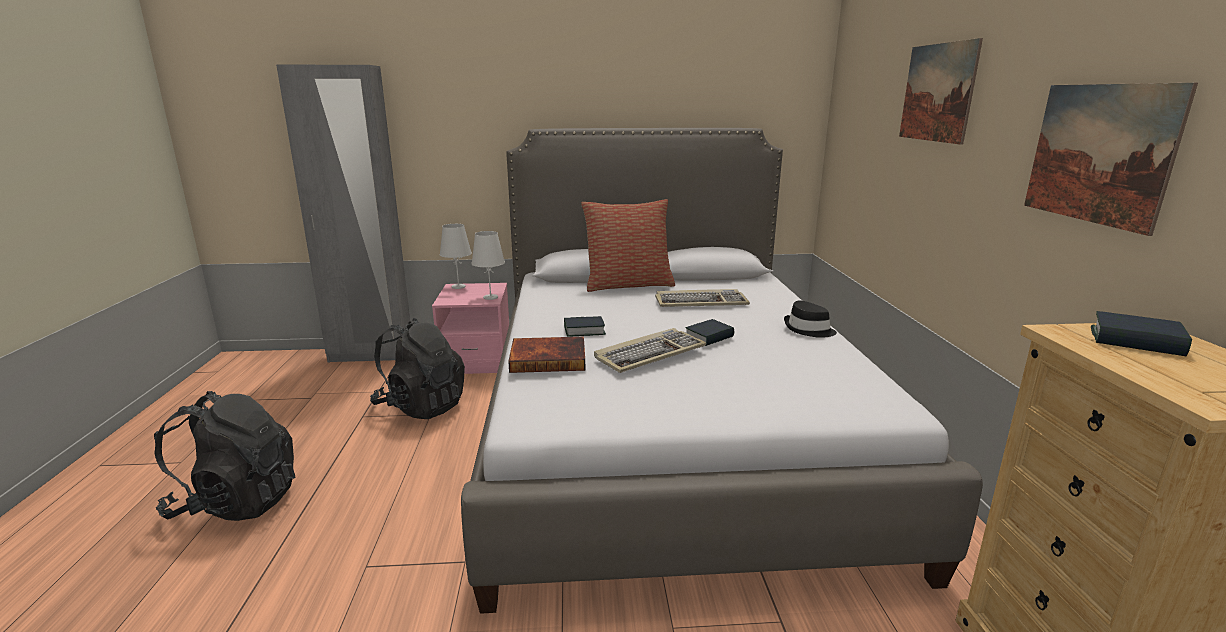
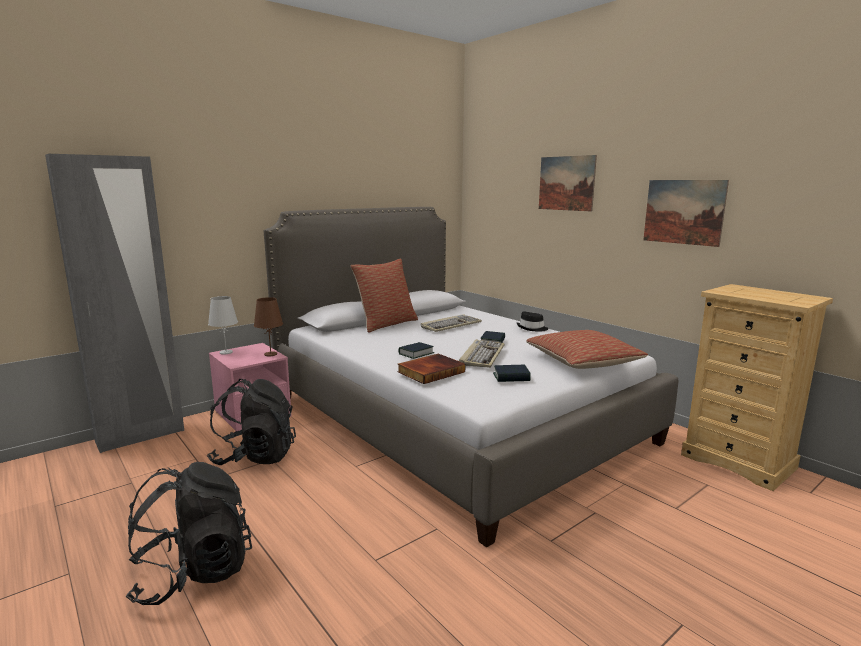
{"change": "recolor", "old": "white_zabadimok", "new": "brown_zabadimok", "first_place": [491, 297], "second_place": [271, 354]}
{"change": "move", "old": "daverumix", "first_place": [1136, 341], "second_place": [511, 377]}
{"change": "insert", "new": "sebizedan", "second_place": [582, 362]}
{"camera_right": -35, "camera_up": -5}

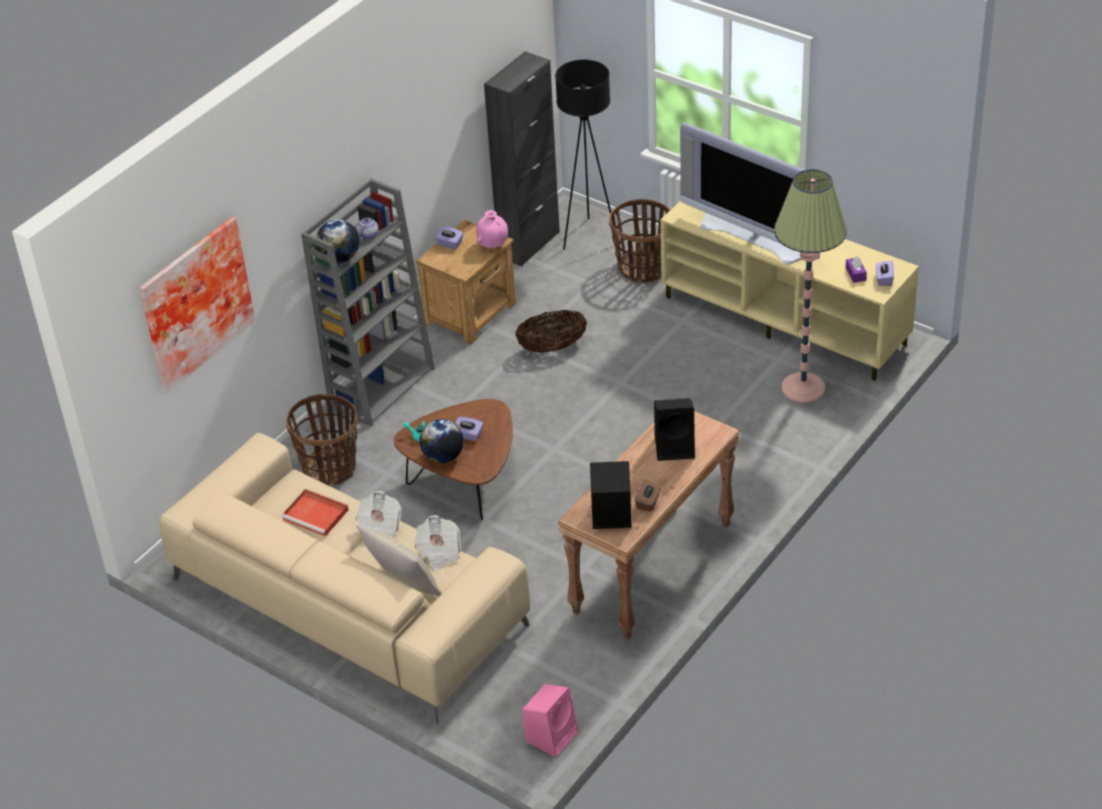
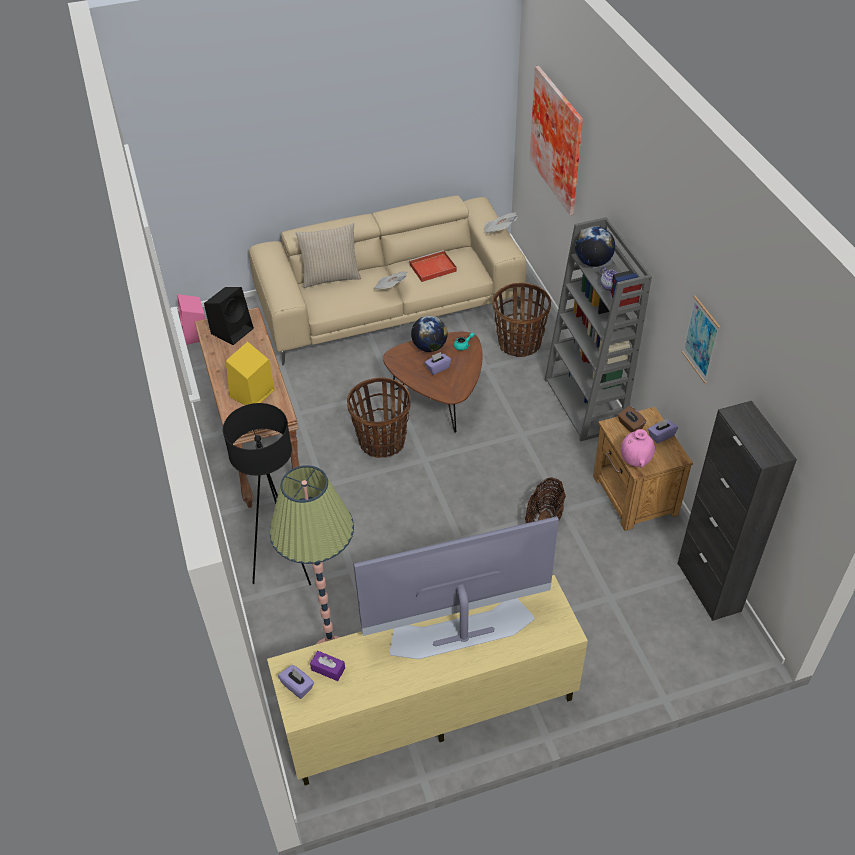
{"change": "move", "old": "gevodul", "first_place": [439, 552], "second_place": [499, 230]}
{"change": "move", "old": "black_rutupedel", "first_place": [589, 237], "second_place": [284, 568]}
{"change": "move", "old": "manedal", "first_place": [642, 268], "second_place": [382, 442]}
{"change": "move", "old": "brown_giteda", "first_place": [648, 502], "second_place": [630, 425]}
{"change": "recolor", "old": "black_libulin", "new": "yellow_libulin", "first_place": [675, 446], "second_place": [251, 394]}
{"change": "insert", "new": "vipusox", "second_place": [701, 339]}
{"camera_right": 125, "camera_up": 5}

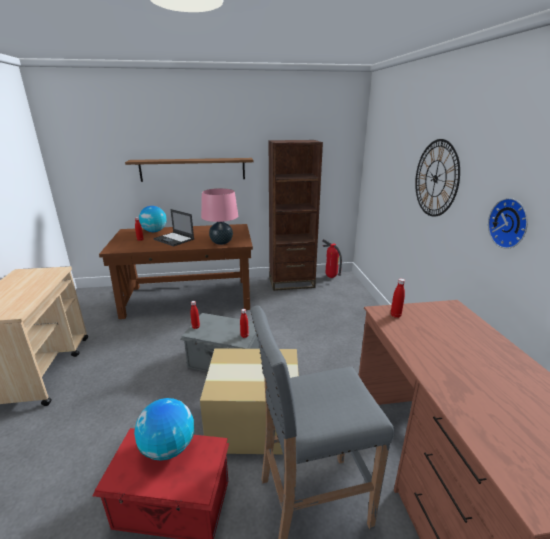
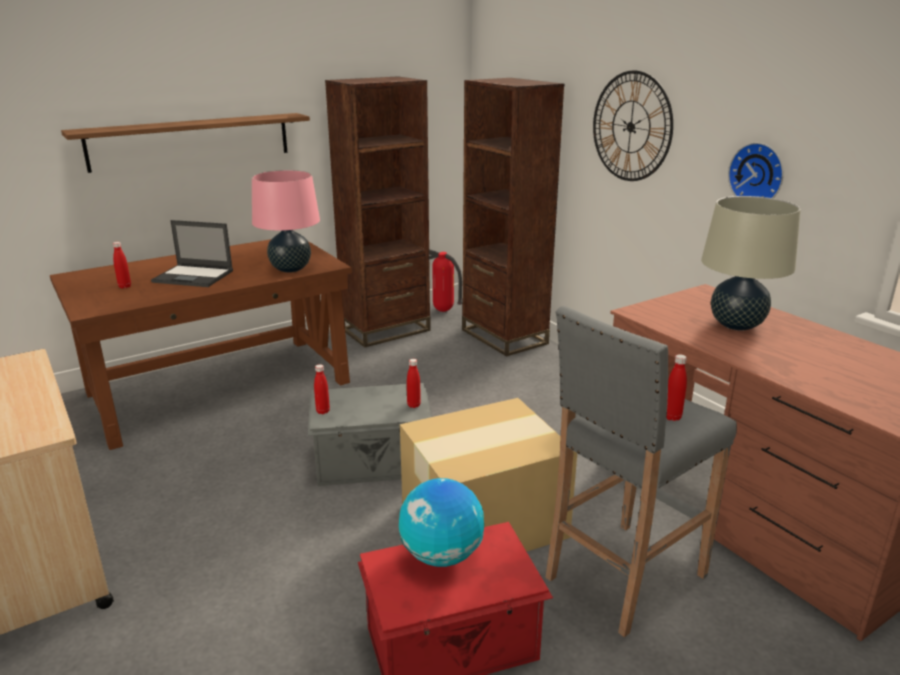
{"change": "delete", "old": "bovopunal", "first_place": [154, 231]}
{"change": "move", "old": "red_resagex", "first_place": [395, 315], "second_place": [672, 417]}
{"change": "insert", "new": "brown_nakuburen", "second_place": [504, 337]}
{"change": "insert", "new": "beige_zabadimok", "second_place": [736, 325]}
{"camera_right": -25, "camera_up": 0}

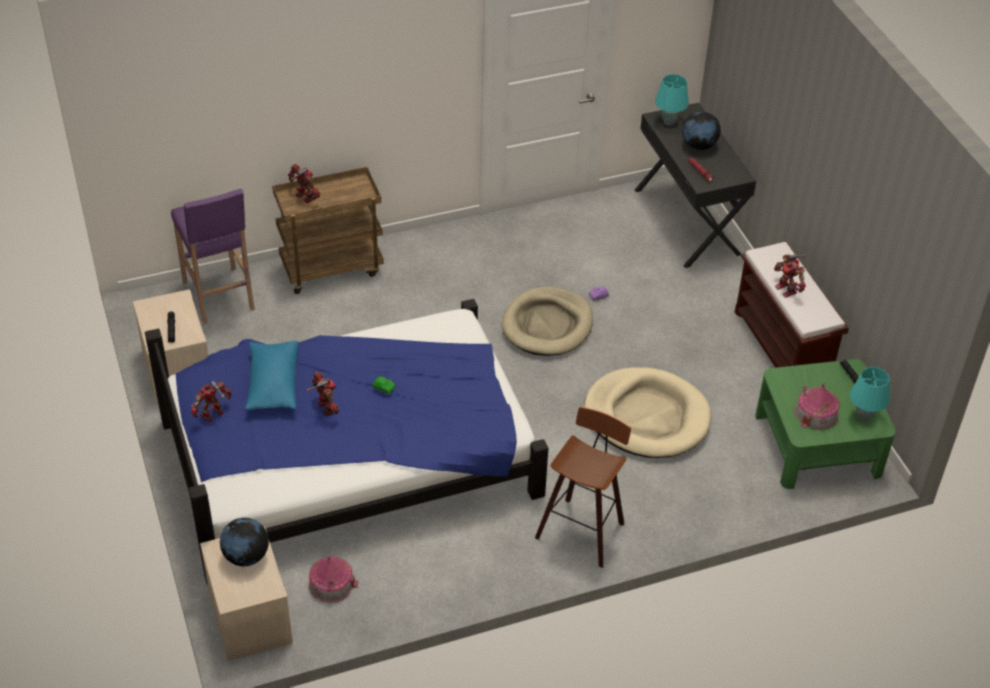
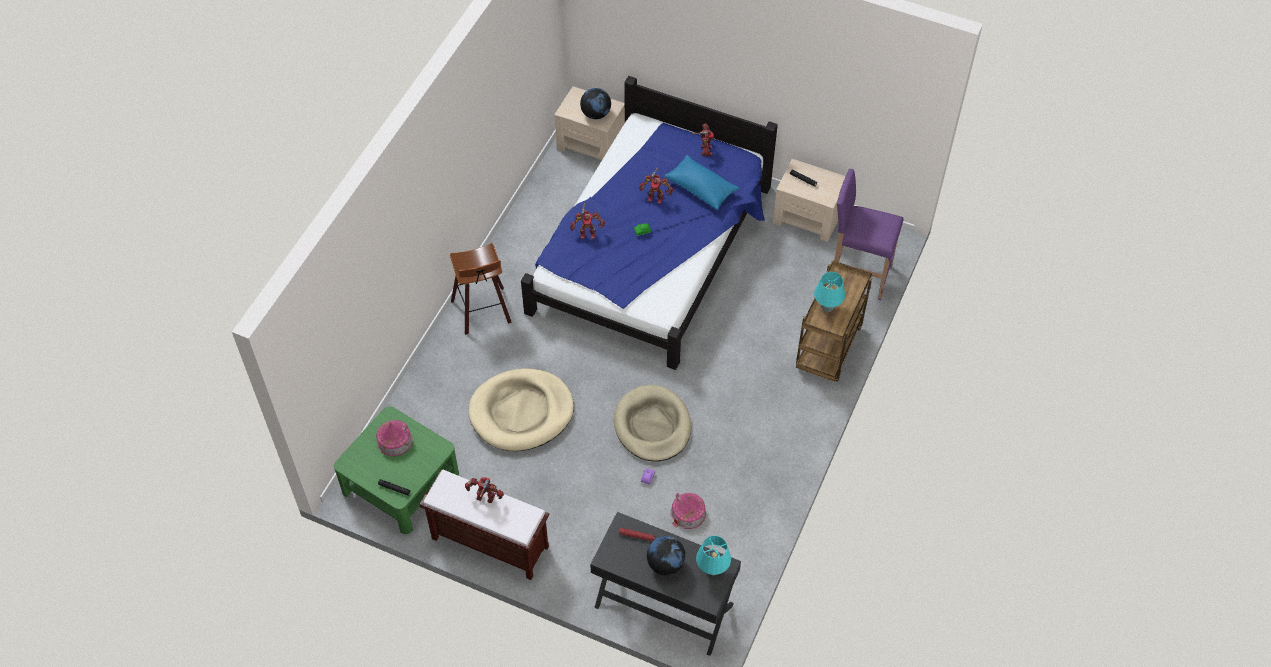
{"change": "move", "old": "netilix", "first_place": [305, 197], "second_place": [587, 233]}
{"change": "move", "old": "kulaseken", "first_place": [331, 583], "second_place": [688, 513]}
{"change": "move", "old": "turquoise_zabadimok", "first_place": [864, 417], "second_place": [827, 307]}
{"camera_right": 135, "camera_up": 10}

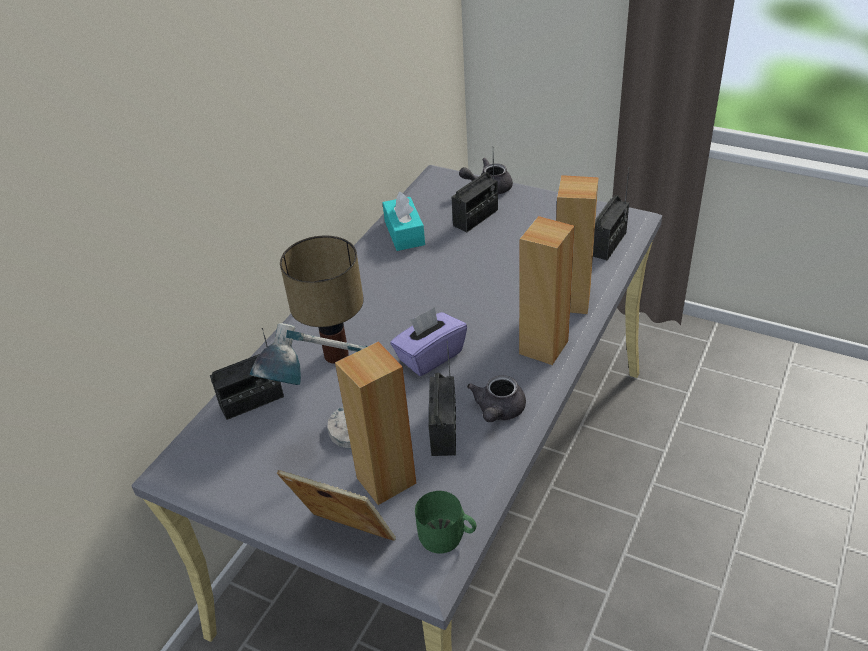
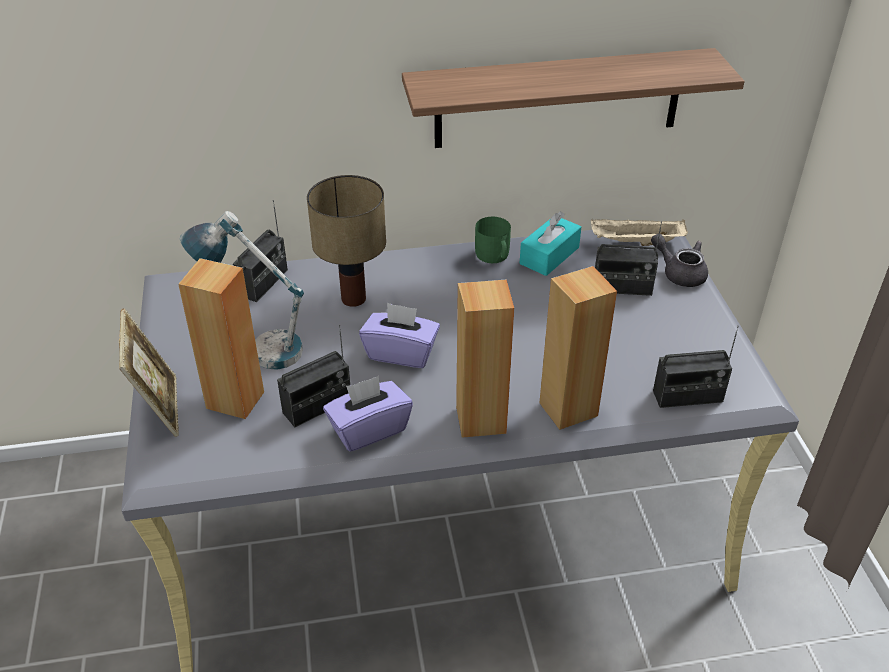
{"change": "rotate", "old": "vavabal", "first_place": [252, 401], "second_place": [263, 283], "degrees": -90}
{"change": "move", "old": "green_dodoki", "first_place": [447, 537], "second_place": [493, 256]}
{"change": "replace", "old": "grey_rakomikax", "new": "purple_giteda", "first_place": [498, 411], "second_place": [368, 429]}
{"change": "insert", "new": "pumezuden", "second_place": [558, 98]}
{"change": "insert", "new": "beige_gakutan", "second_place": [635, 243]}
{"camera_right": 50, "camera_up": 0}

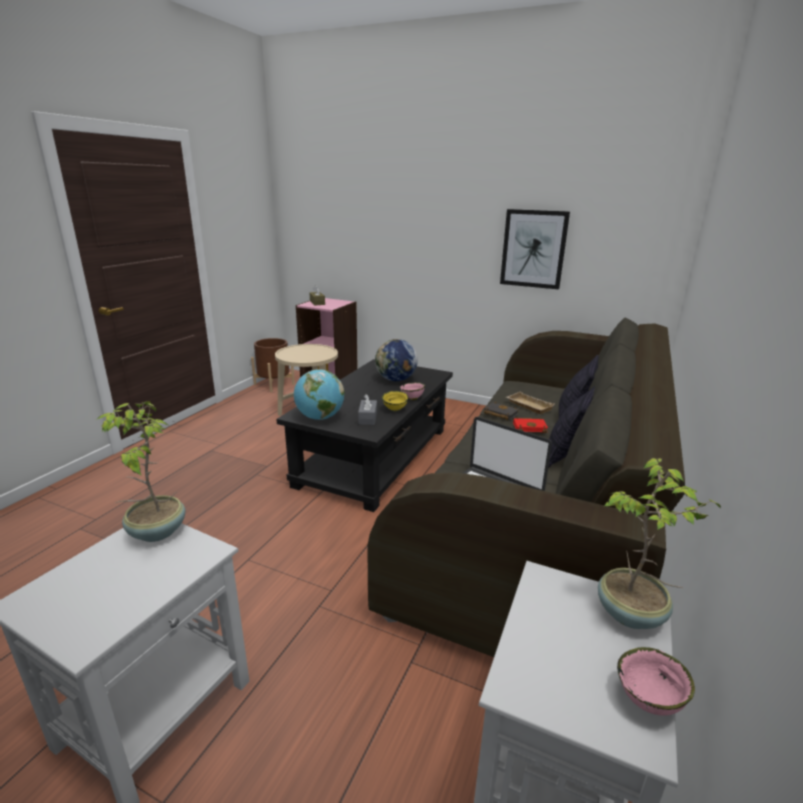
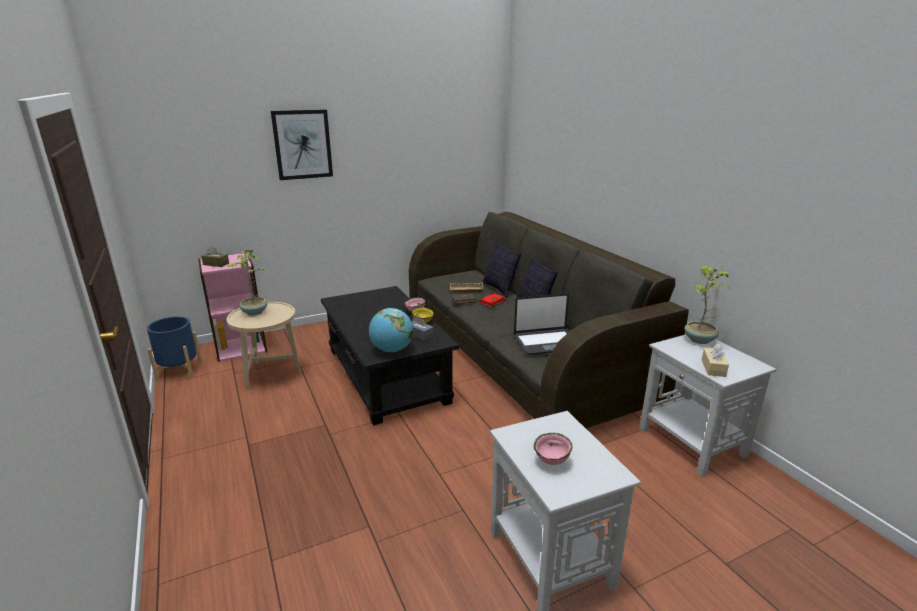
{"change": "move", "old": "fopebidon", "first_place": [156, 532], "second_place": [254, 312]}
{"change": "recolor", "old": "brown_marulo", "new": "blue_marulo", "first_place": [274, 384], "second_place": [179, 370]}
{"change": "delete", "old": "bovopunal", "first_place": [396, 380]}
{"change": "move", "old": "vipusox", "first_place": [533, 249], "second_place": [302, 144]}
{"change": "move", "old": "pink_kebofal", "first_place": [649, 702], "second_place": [552, 461]}
{"change": "insert", "new": "beige_giteda", "second_place": [713, 368]}
{"camera_right": -50, "camera_up": 0}

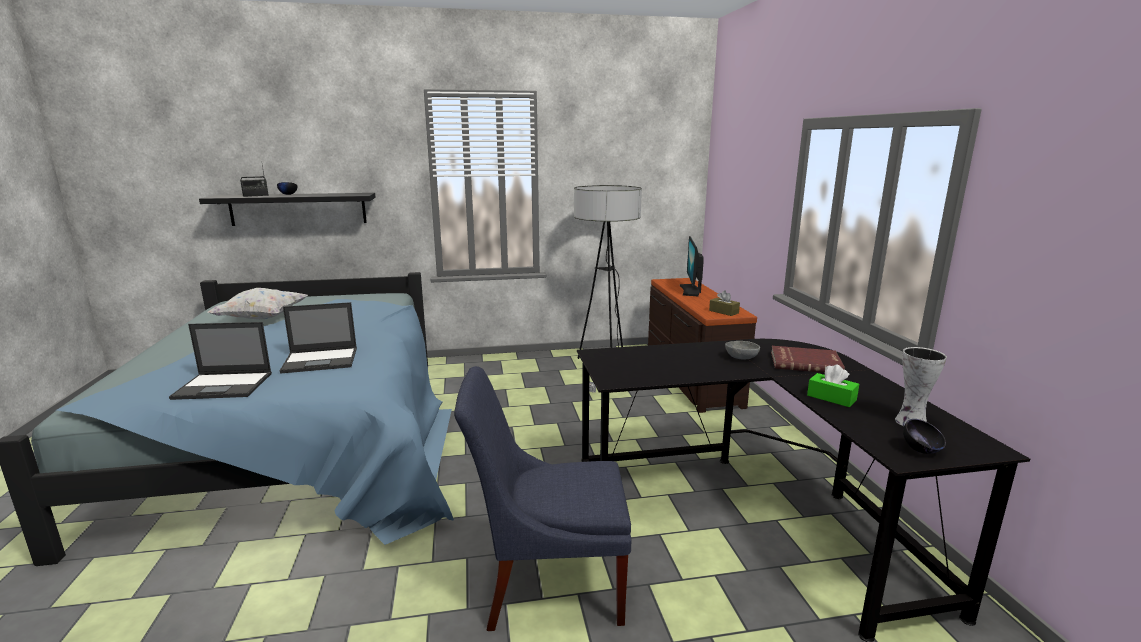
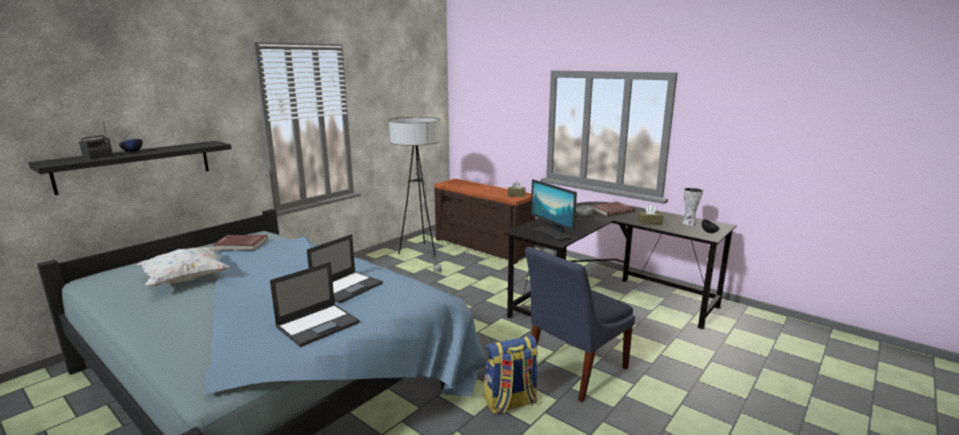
{"change": "move", "old": "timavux", "first_place": [690, 290], "second_place": [552, 234]}
{"change": "recolor", "old": "green_giteda", "new": "brown_giteda", "first_place": [831, 398], "second_place": [649, 222]}
{"change": "insert", "new": "red_daverumix", "second_place": [240, 244]}
{"change": "insert", "new": "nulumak", "second_place": [510, 403]}
{"camera_right": -40, "camera_up": 0}

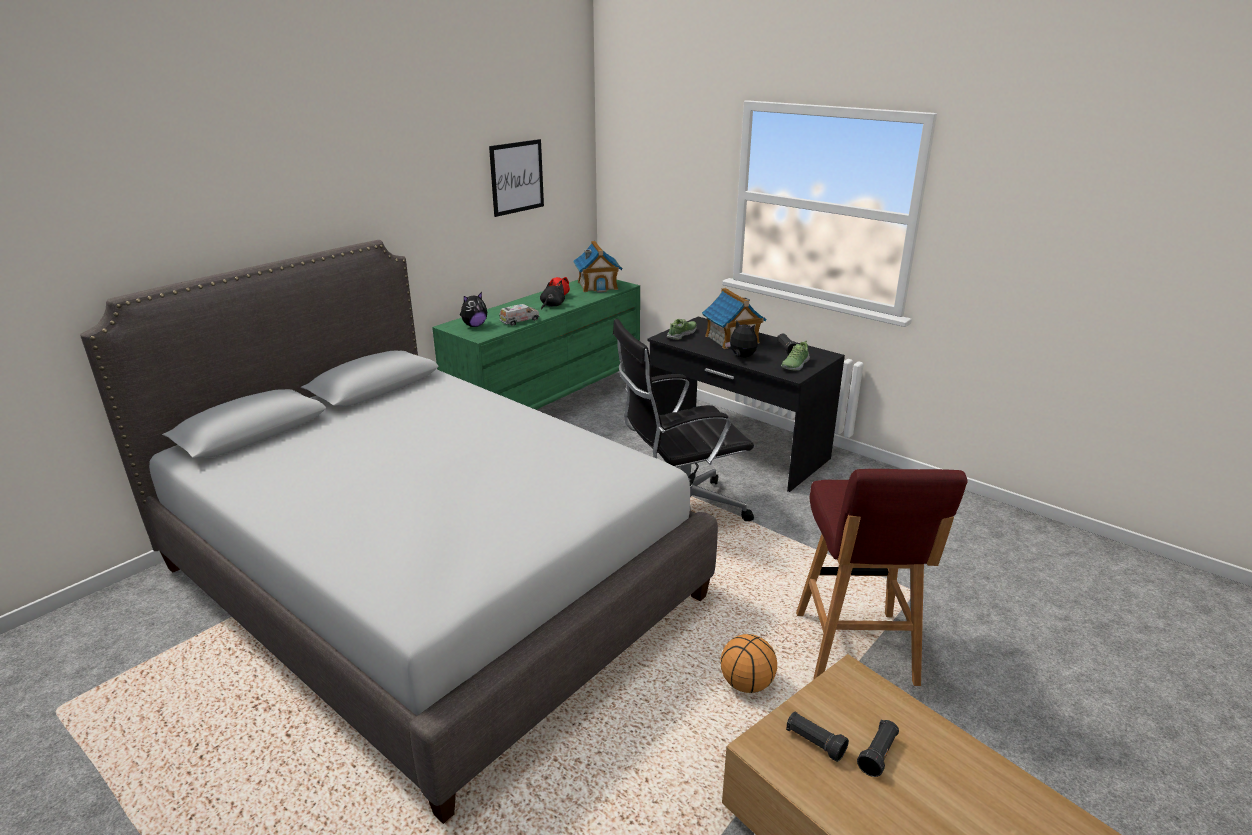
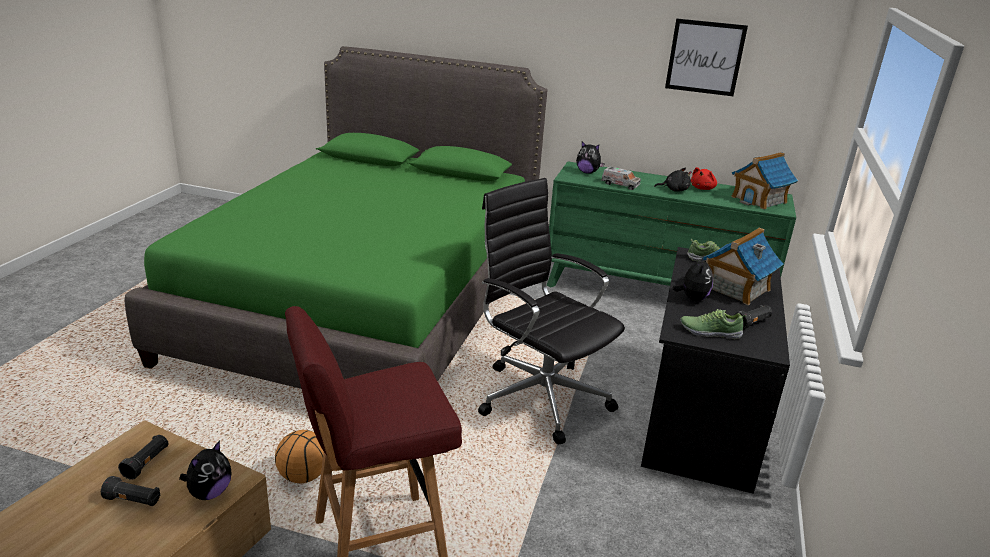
{"change": "recolor", "old": "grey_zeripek", "new": "green_zeripek", "first_place": [428, 581], "second_place": [367, 303]}
{"change": "insert", "new": "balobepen", "second_place": [209, 493]}
{"camera_right": 65, "camera_up": 0}

